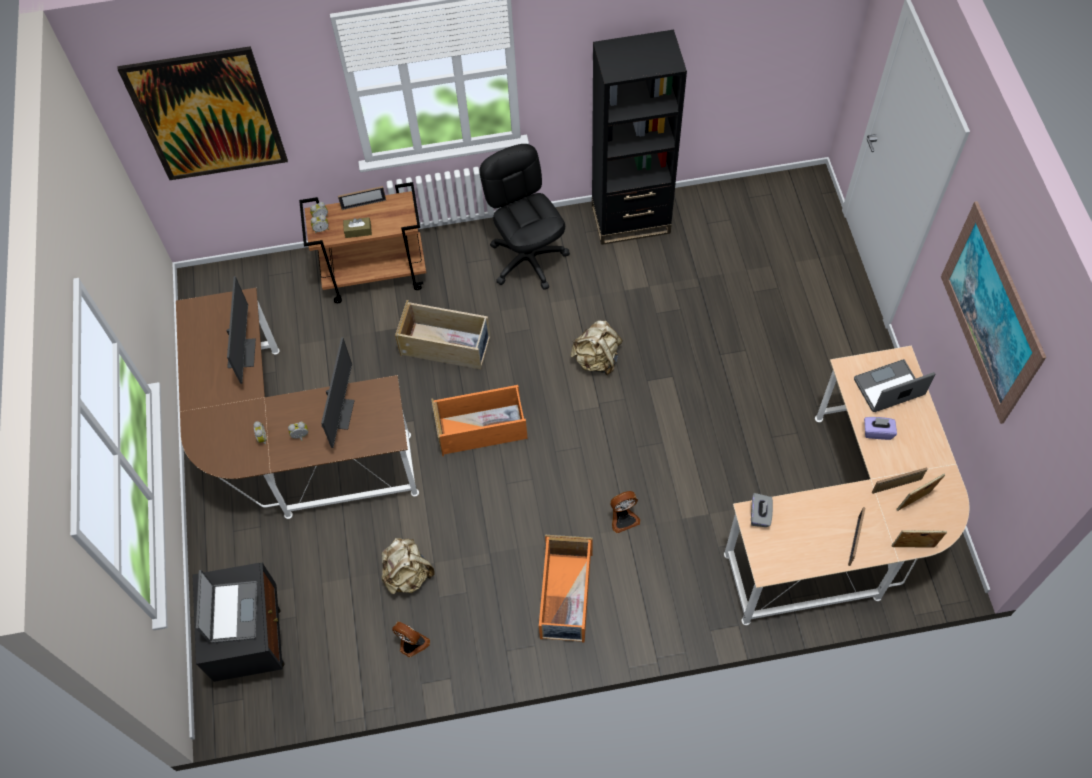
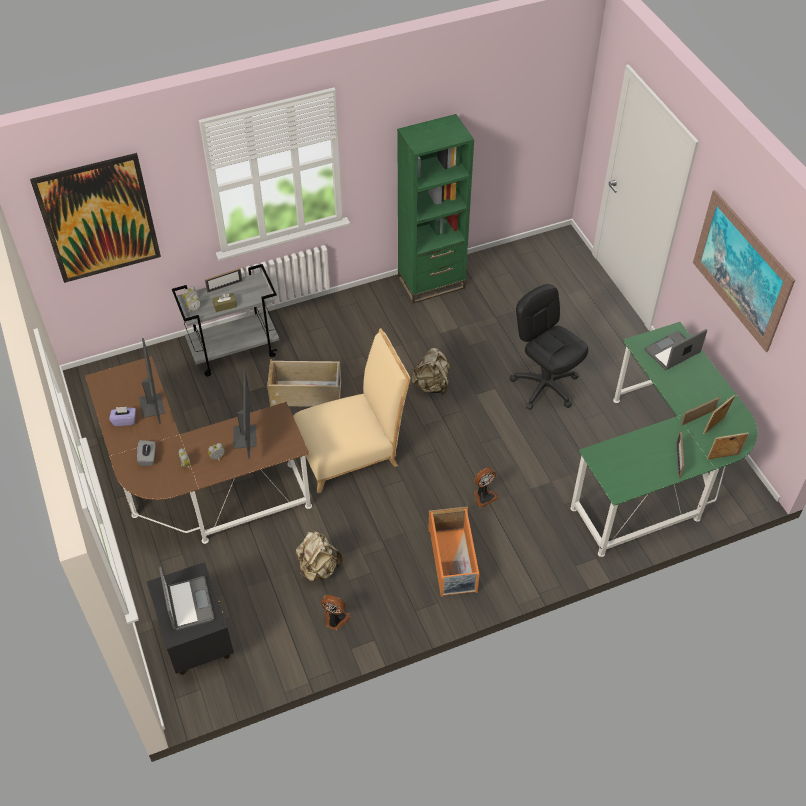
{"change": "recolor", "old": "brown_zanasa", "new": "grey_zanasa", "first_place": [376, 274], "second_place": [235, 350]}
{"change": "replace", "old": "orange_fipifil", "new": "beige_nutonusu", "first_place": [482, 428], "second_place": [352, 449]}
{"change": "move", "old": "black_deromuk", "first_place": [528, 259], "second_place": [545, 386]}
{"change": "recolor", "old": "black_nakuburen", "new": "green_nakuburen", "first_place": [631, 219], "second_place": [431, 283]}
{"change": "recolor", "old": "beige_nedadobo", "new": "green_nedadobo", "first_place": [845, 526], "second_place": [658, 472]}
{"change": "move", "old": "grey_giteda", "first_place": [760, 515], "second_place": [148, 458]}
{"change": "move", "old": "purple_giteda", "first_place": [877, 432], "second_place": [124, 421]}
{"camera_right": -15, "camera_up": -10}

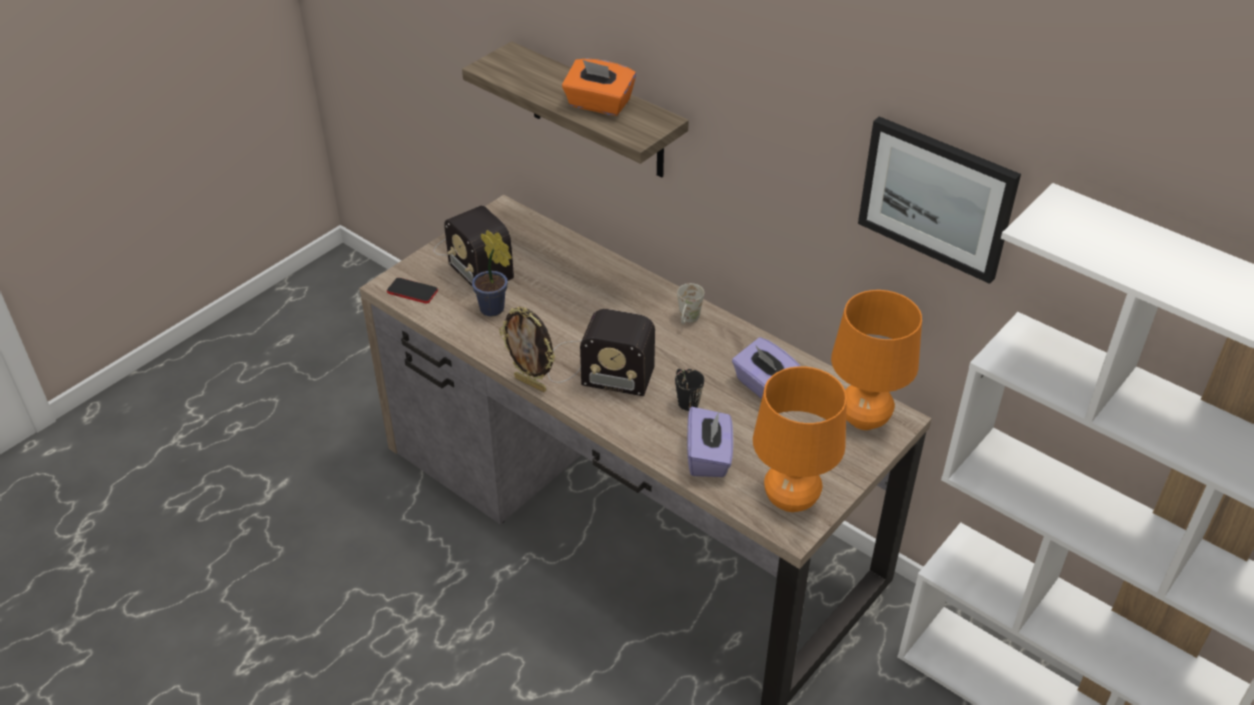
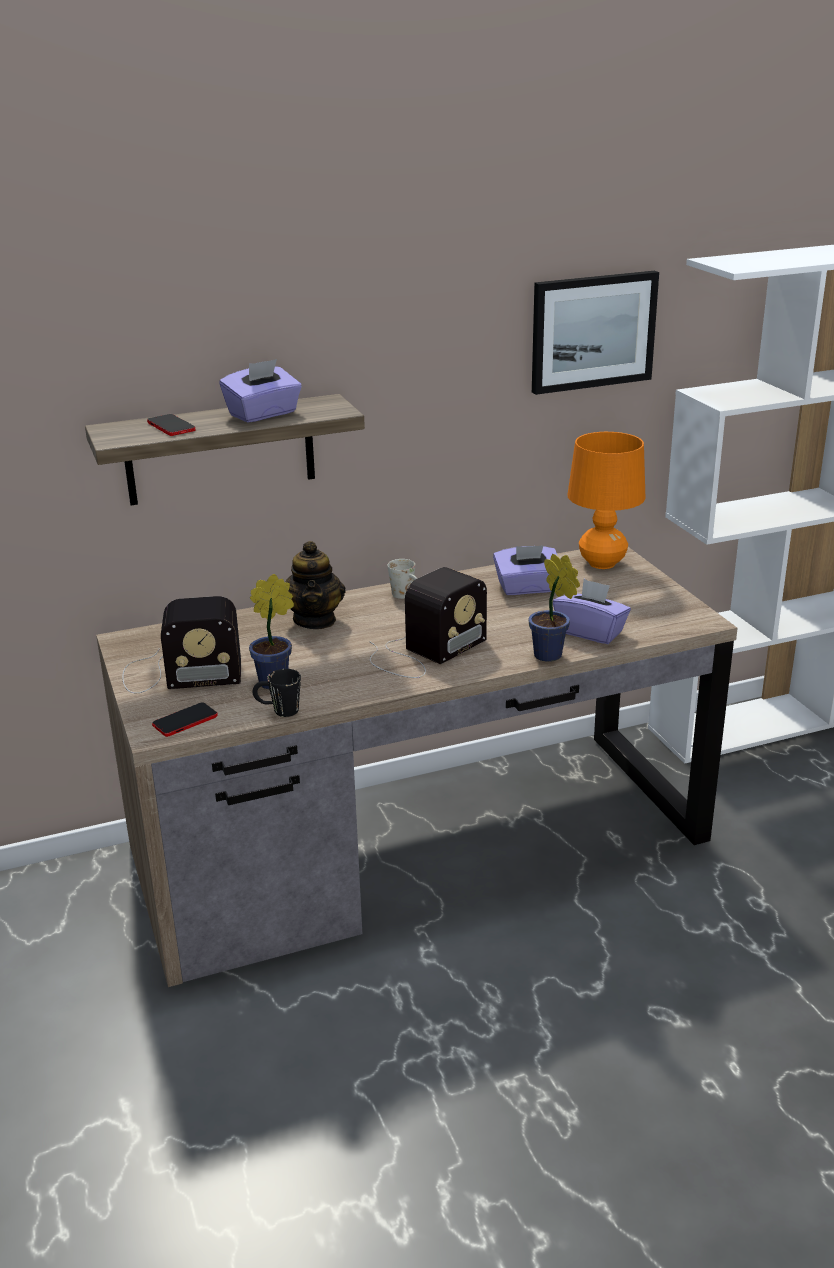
{"change": "delete", "old": "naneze", "first_place": [531, 383]}
{"change": "recolor", "old": "orange_giteda", "new": "purple_giteda", "first_place": [599, 104], "second_place": [263, 414]}
{"change": "move", "old": "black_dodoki", "first_place": [685, 399], "second_place": [278, 710]}
{"change": "delete", "old": "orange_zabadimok", "first_place": [791, 500]}
{"change": "insert", "new": "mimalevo", "second_place": [171, 426]}
{"change": "insert", "new": "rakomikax", "second_place": [315, 620]}
{"change": "insert", "new": "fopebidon", "second_place": [551, 656]}
{"camera_right": -60, "camera_up": -15}

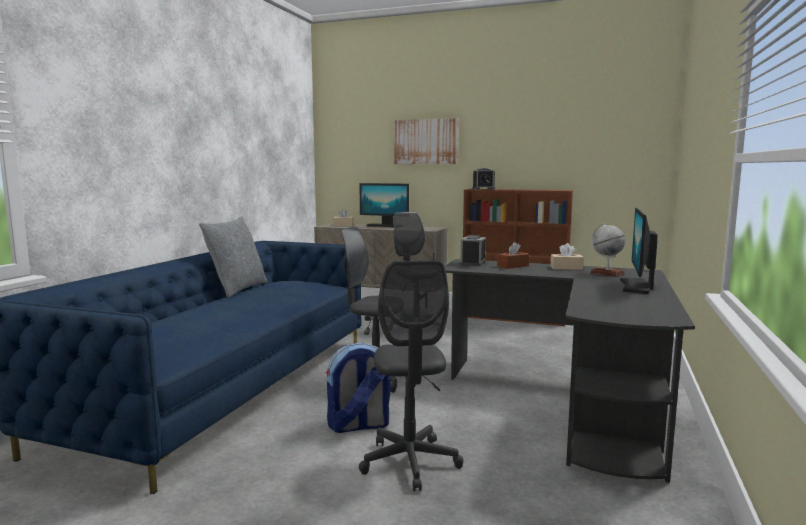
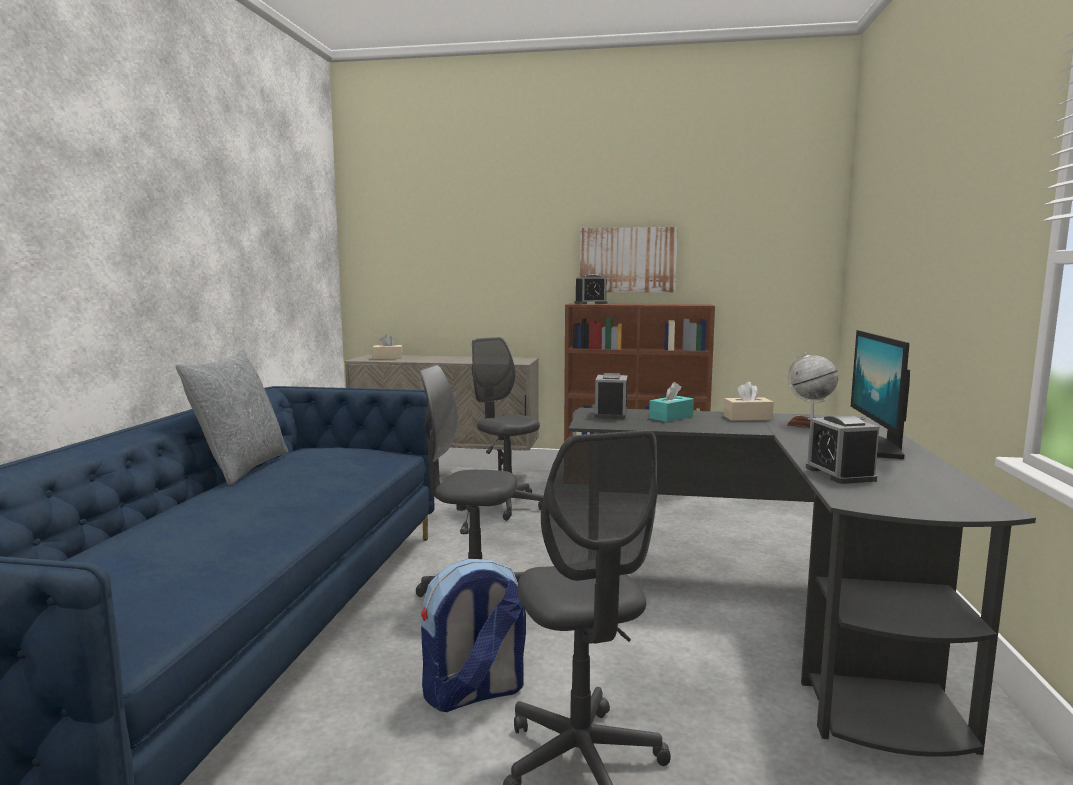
{"change": "delete", "old": "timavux", "first_place": [384, 226]}
{"change": "move", "old": "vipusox", "first_place": [426, 141], "second_place": [627, 260]}
{"change": "recolor", "old": "brown_giteda", "new": "turquoise_giteda", "first_place": [512, 266], "second_place": [671, 417]}
{"change": "insert", "new": "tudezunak", "second_place": [840, 474]}
{"camera_right": -10, "camera_up": 0}

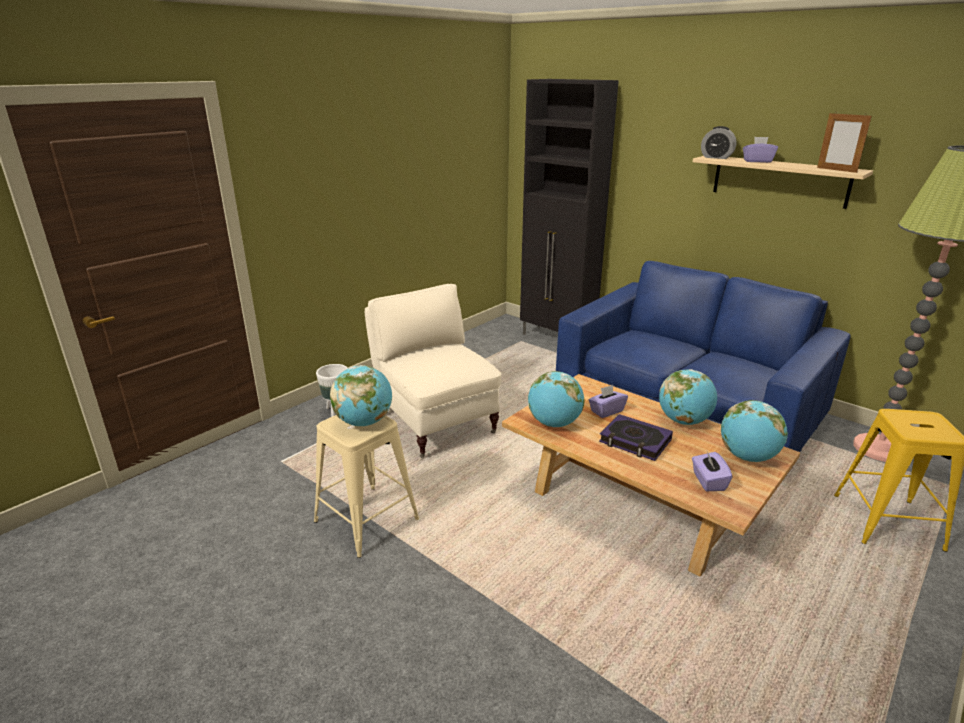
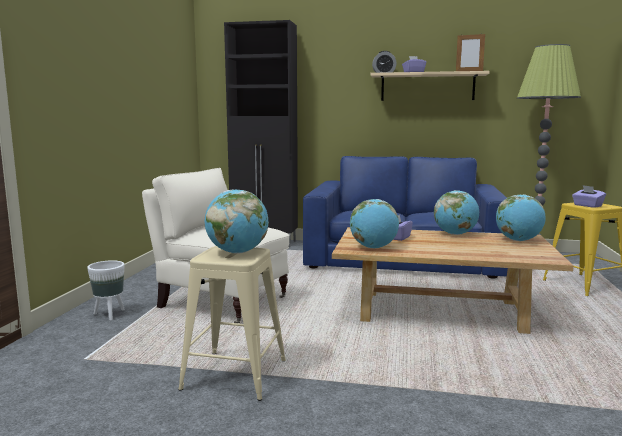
{"change": "delete", "old": "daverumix", "first_place": [635, 441]}
{"change": "move", "old": "purple_giteda", "first_place": [708, 481], "second_place": [587, 206]}
{"camera_right": -30, "camera_up": -15}

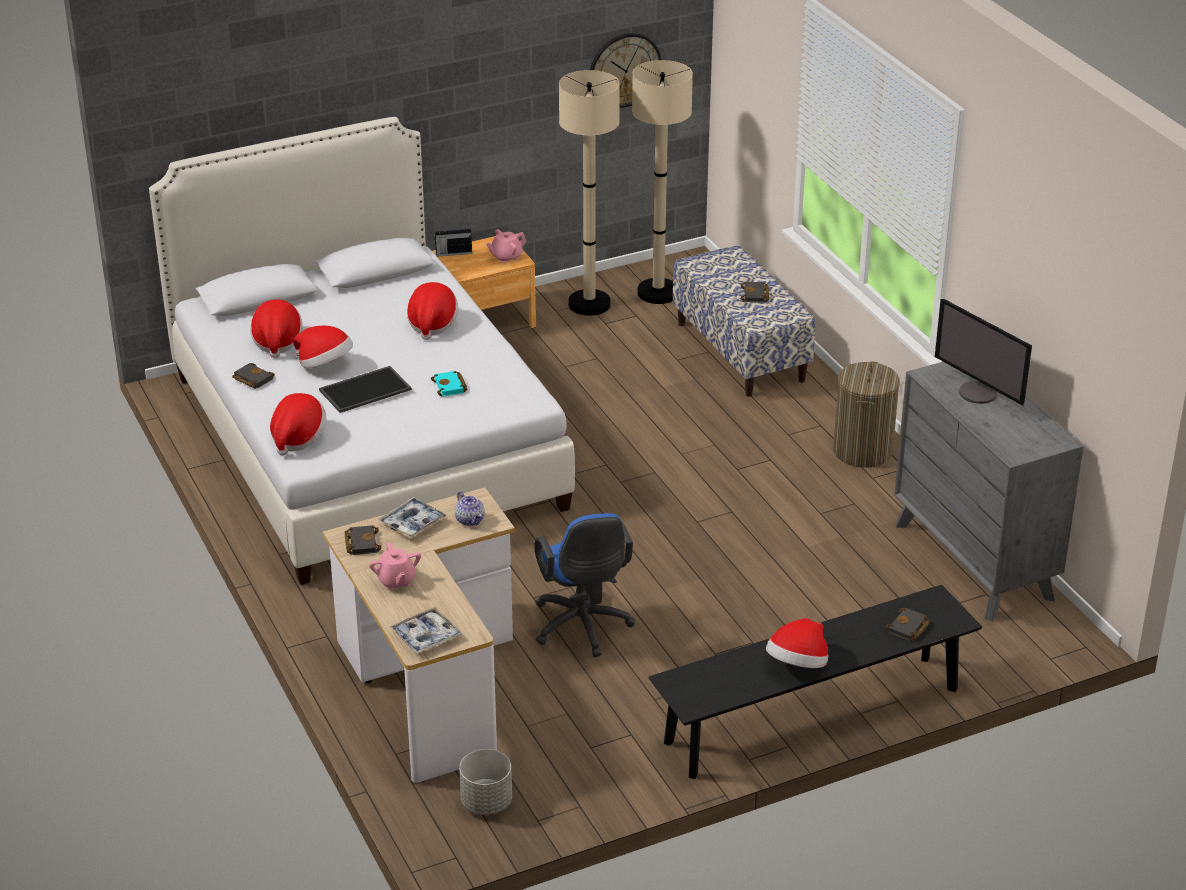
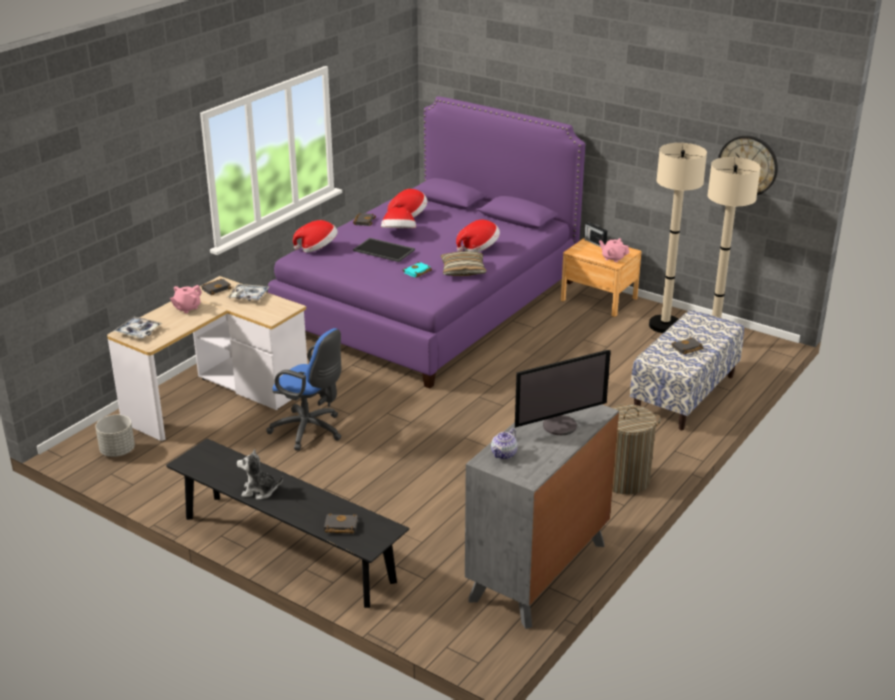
{"change": "recolor", "old": "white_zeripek", "new": "purple_zeripek", "first_place": [365, 441], "second_place": [430, 305]}
{"change": "move", "old": "rakomikax", "first_place": [470, 520], "second_place": [504, 454]}
{"change": "rotate", "old": "blue_deromuk", "first_place": [583, 628], "second_place": [310, 431], "degrees": -105}
{"change": "replace", "old": "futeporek", "new": "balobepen", "first_place": [797, 665], "second_place": [259, 491]}
{"change": "rotate", "old": "timavux", "first_place": [979, 393], "second_place": [559, 425], "degrees": -135}
{"change": "insert", "new": "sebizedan", "second_place": [463, 270]}
{"camera_right": 60, "camera_up": -5}

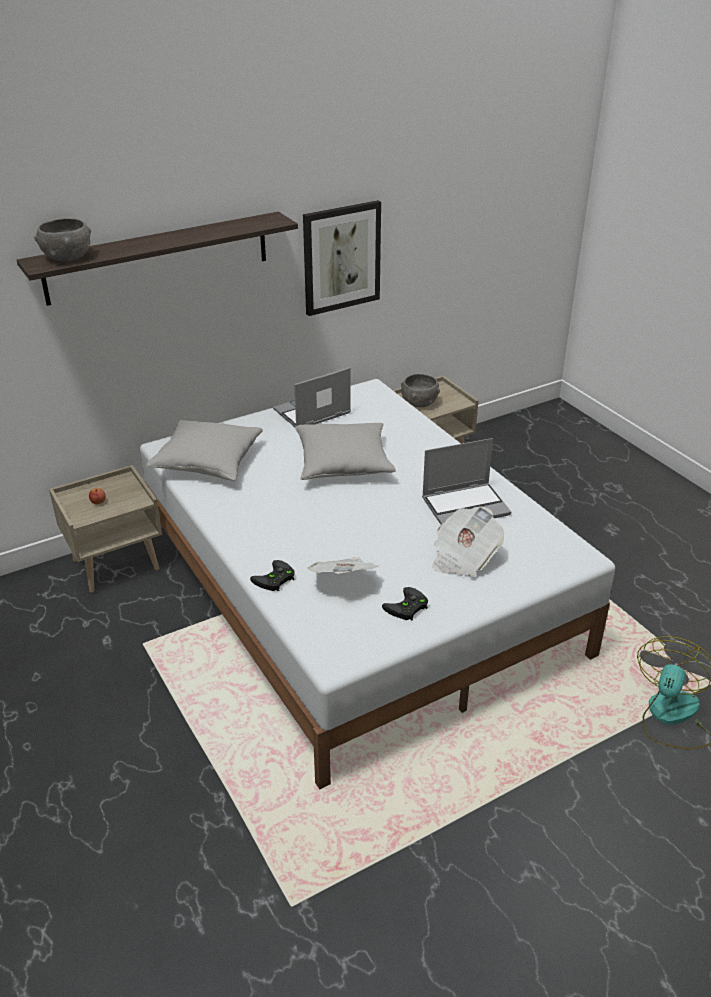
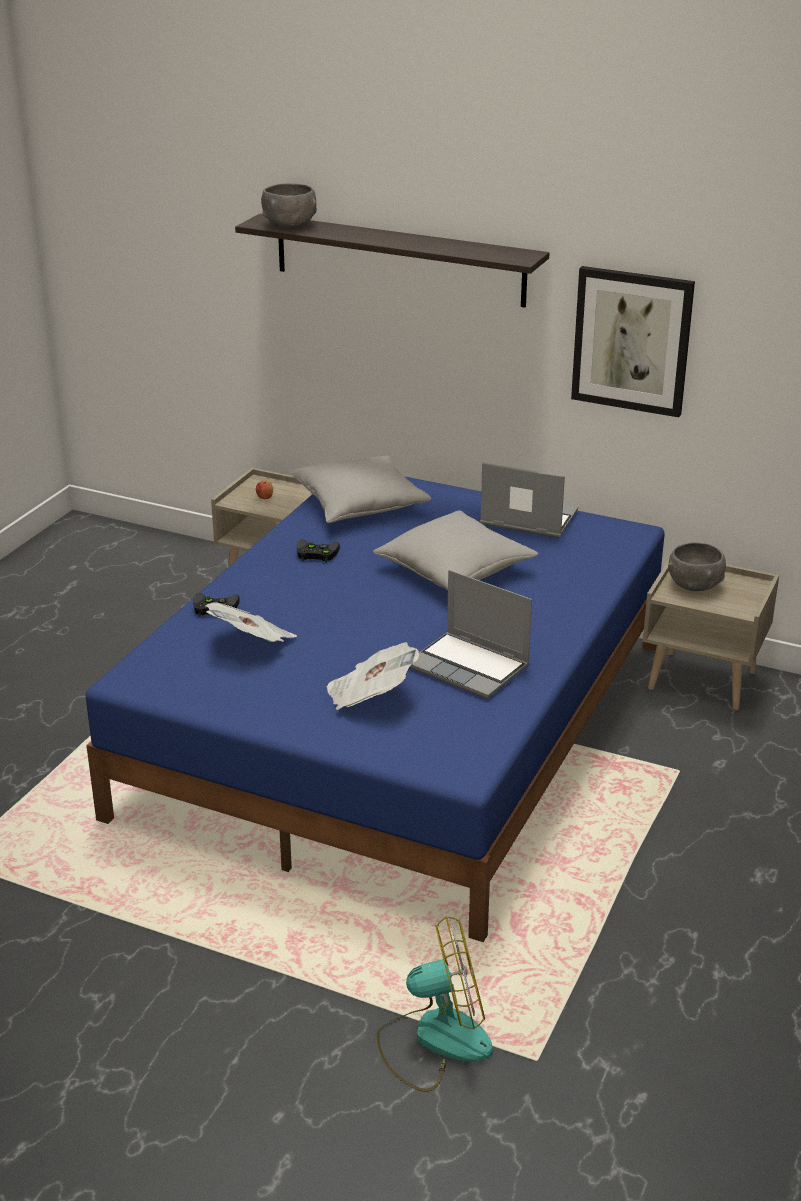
{"change": "recolor", "old": "white_zeripek", "new": "blue_zeripek", "first_place": [355, 589], "second_place": [402, 727]}
{"change": "move", "old": "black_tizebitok", "first_place": [406, 608], "second_place": [315, 553]}
{"camera_right": 55, "camera_up": -5}

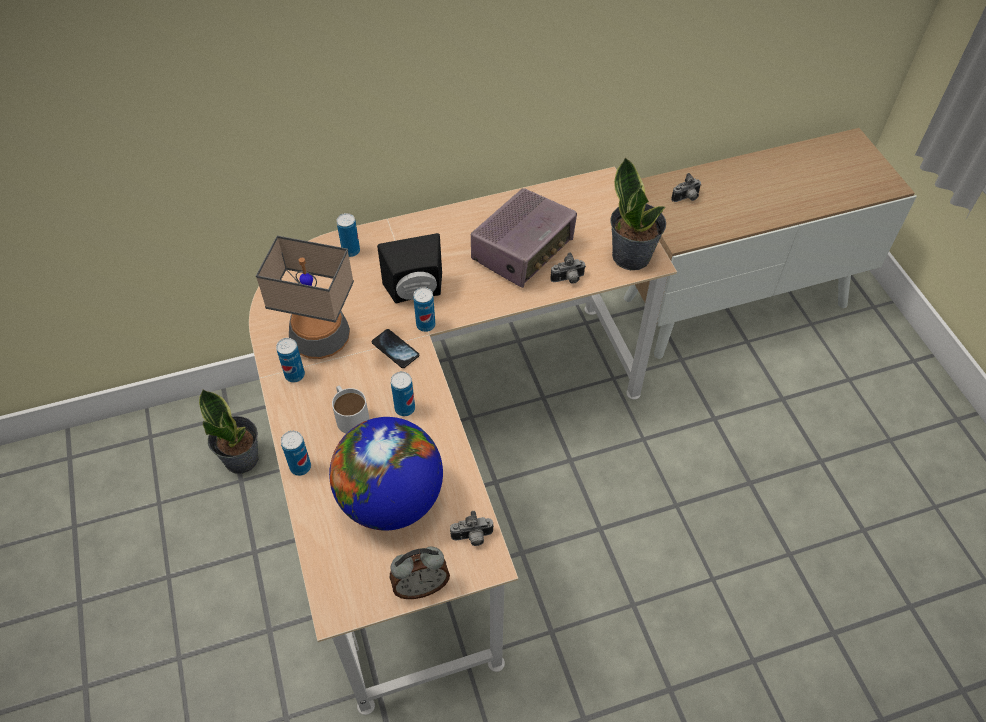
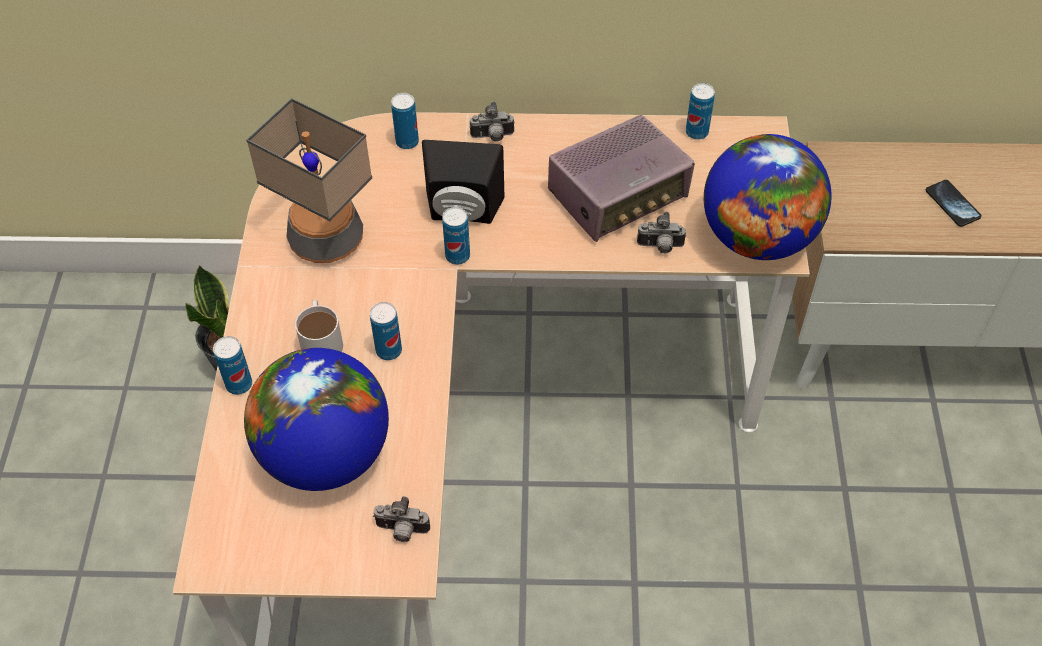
{"change": "move", "old": "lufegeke", "first_place": [295, 375], "second_place": [696, 132]}
{"change": "move", "old": "mimalevo", "first_place": [395, 349], "second_place": [952, 204]}
{"change": "delete", "old": "tudezunak", "first_place": [421, 586]}
{"change": "replace", "old": "fopebidon", "new": "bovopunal", "first_place": [632, 255], "second_place": [757, 238]}
{"change": "move", "old": "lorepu", "first_place": [686, 198], "second_place": [492, 137]}
{"camera_right": 20, "camera_up": 0}

